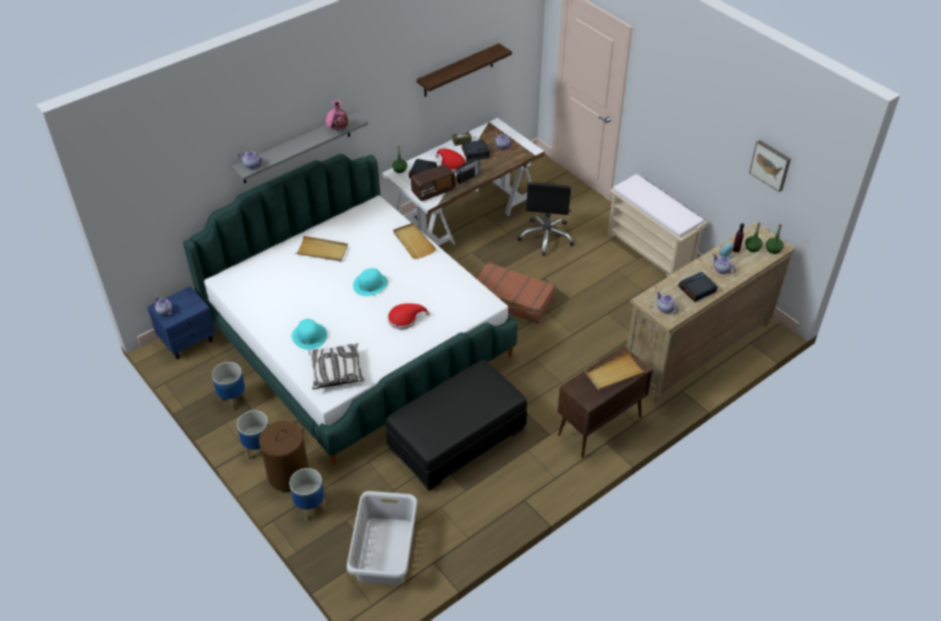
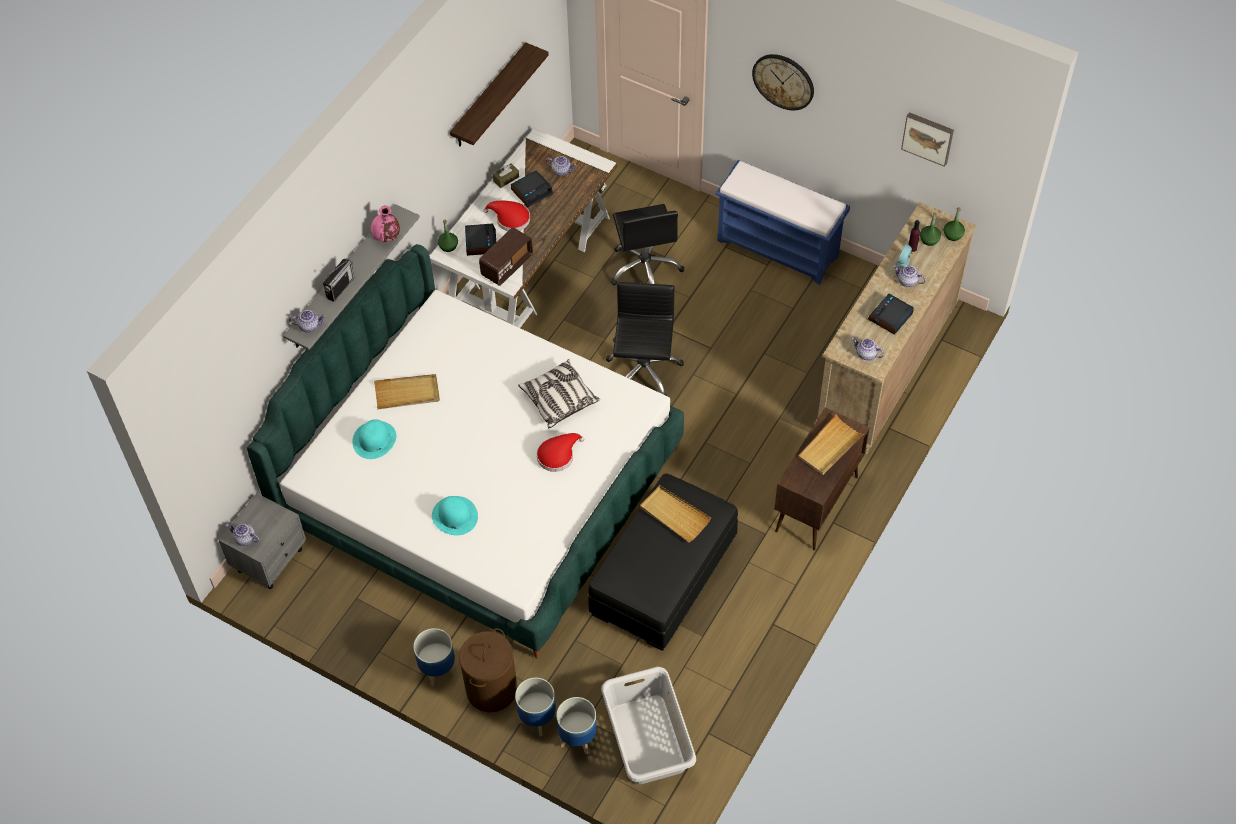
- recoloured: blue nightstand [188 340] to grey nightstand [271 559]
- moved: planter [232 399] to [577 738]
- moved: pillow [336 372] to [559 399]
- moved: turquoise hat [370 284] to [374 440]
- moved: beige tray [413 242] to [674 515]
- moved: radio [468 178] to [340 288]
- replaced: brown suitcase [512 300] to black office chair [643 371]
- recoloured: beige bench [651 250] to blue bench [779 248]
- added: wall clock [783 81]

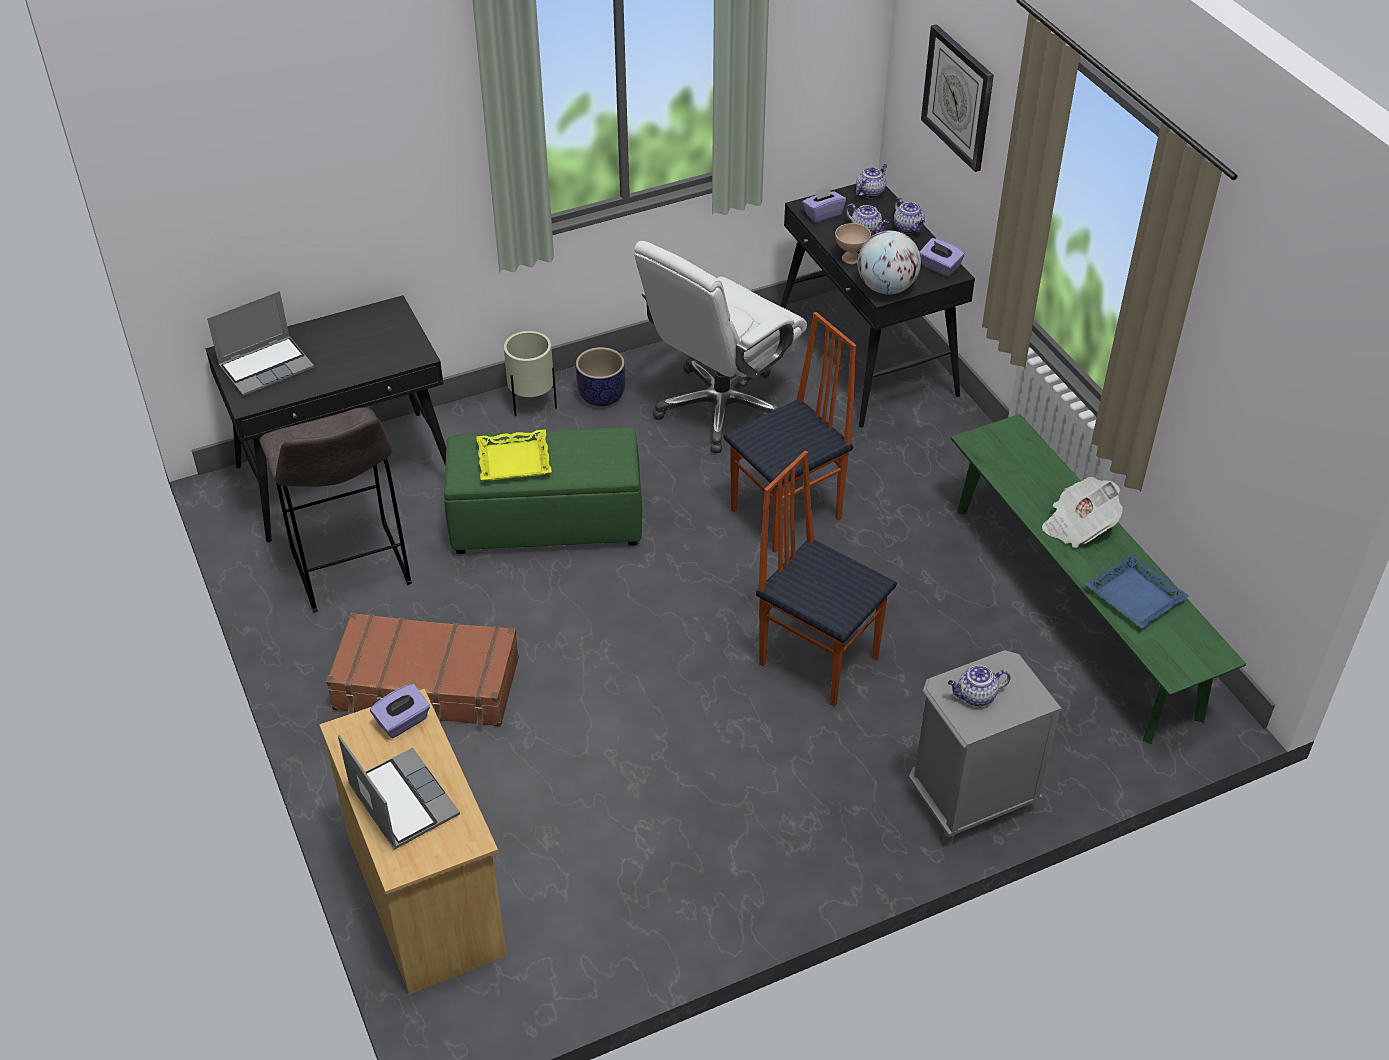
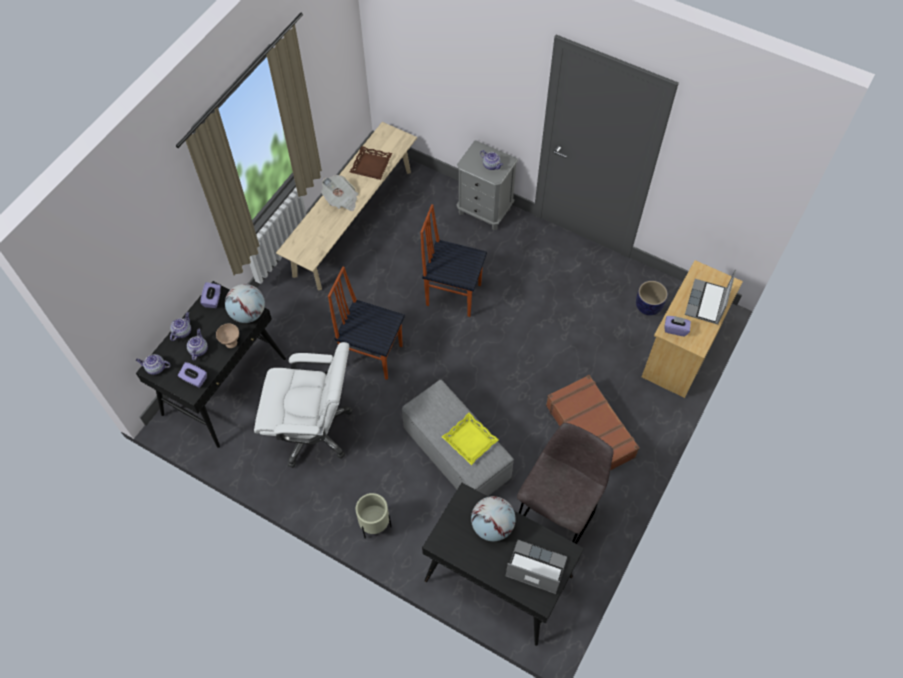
- recoloured: green ottoman [548 522] to grey ottoman [456 453]
- moved: planter [602 396] to [648 306]
- turned: chair [818 659] = [453 294] 105 degrees clockwise
- removed: wall clock [958 97]
- recoloured: green bench [1073 609] to beige bench [353 222]
- recoloured: blue tray [1135 596] to brown tray [371 165]
- added: globe [492 526]

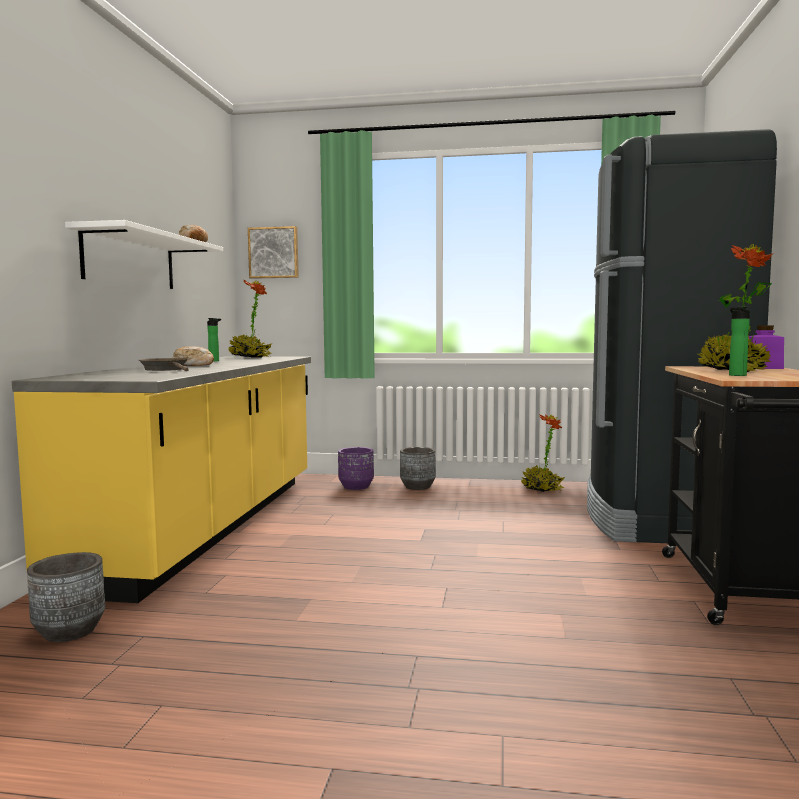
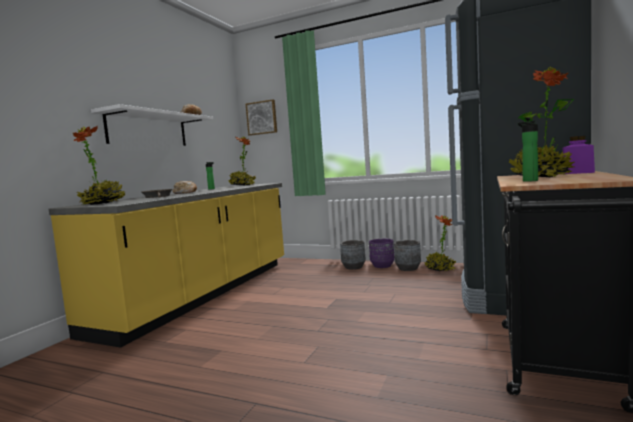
- moved: grey planter [70 631] to [408 268]
- moved: purple planter [356 486] to [382 265]
- added: potted plant [103 203]

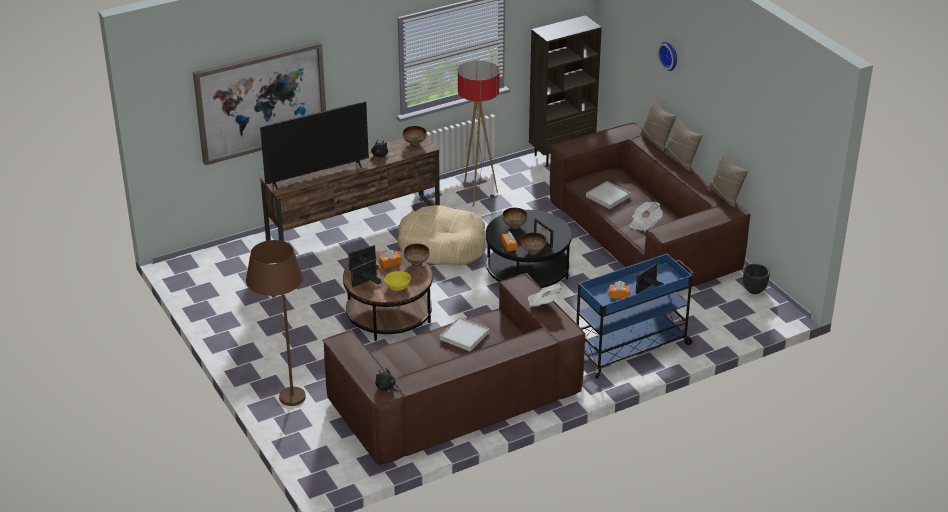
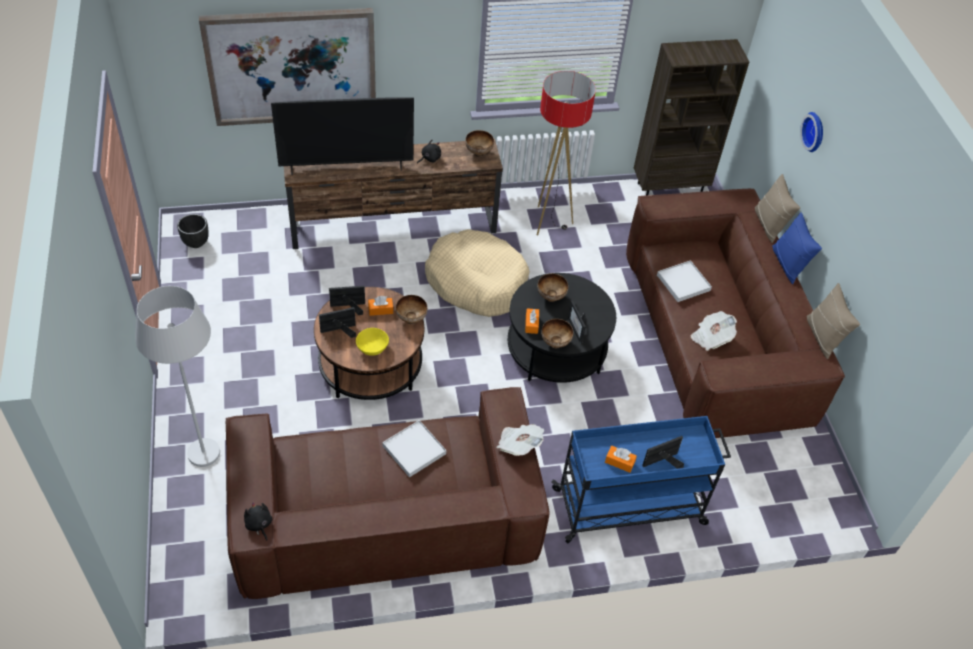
- recoloured: brown floor lamp [284 390] to white floor lamp [200 439]
- recoloured: beige pillow [681 161] to blue pillow [788 264]
- moved: black planter [754 290] to [196 243]

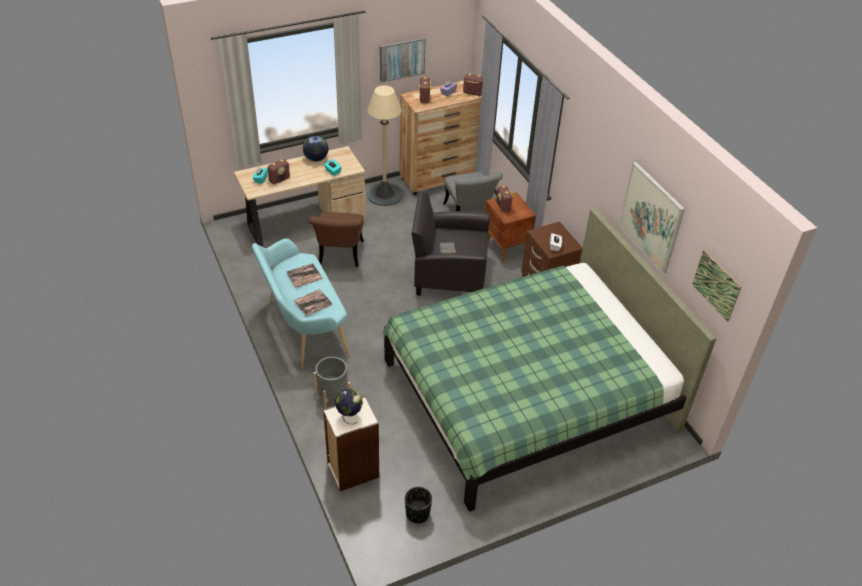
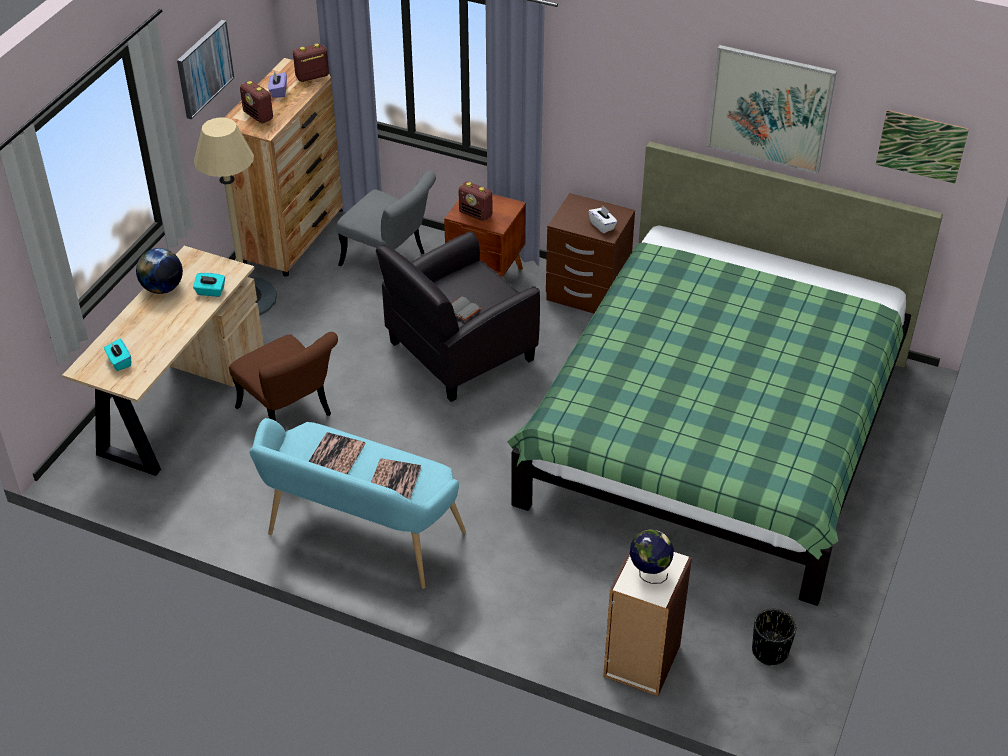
- removed: radio [279 180]
- removed: grey planter [333 396]

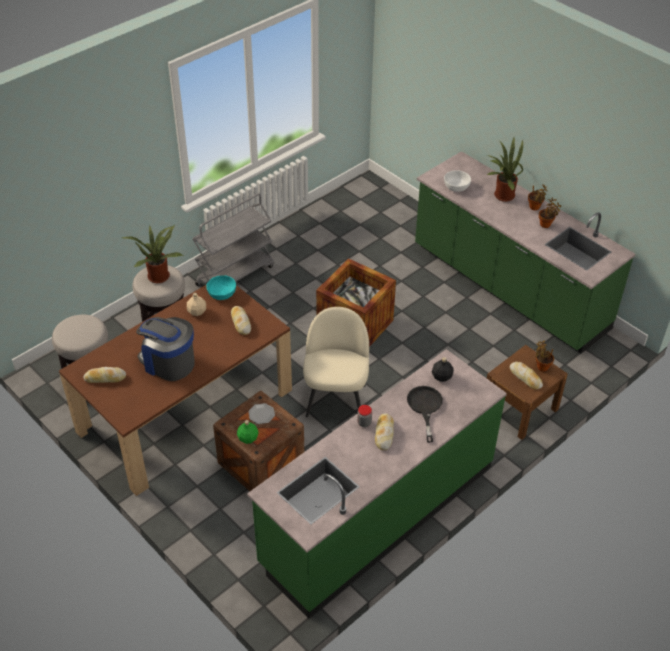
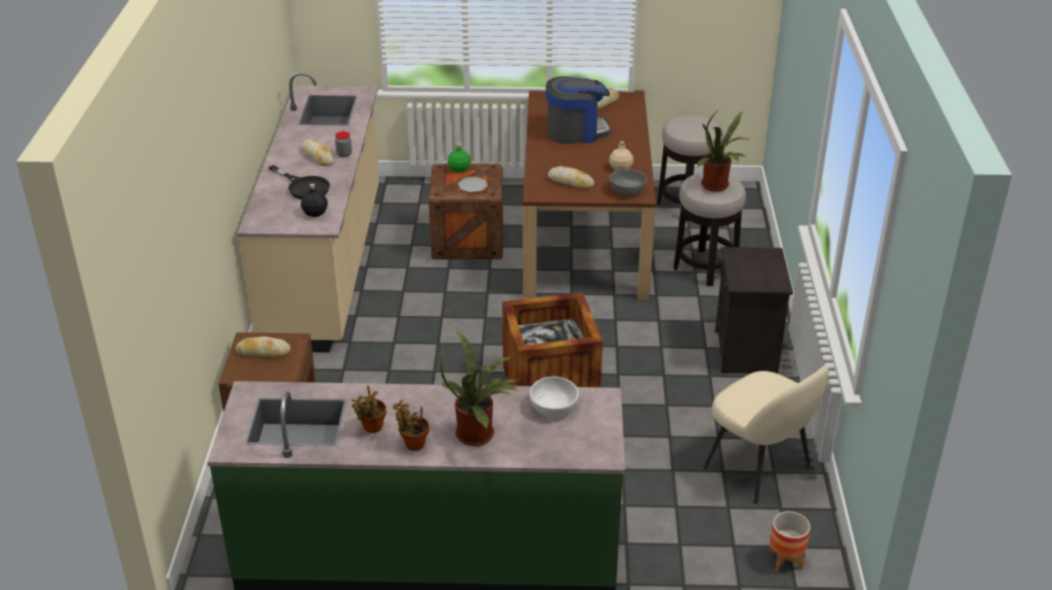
- replaced: grey cart [235 275] to black nightstand [747 352]
- recoloured: turquoise bowl [221 293] to grey bowl [627 190]
- recoloured: green counter [377 514] to beige counter [326 266]
- moved: beige chair [336 399] to [759 468]
- removed: potted plant [541 366]
- added: planter [785 560]

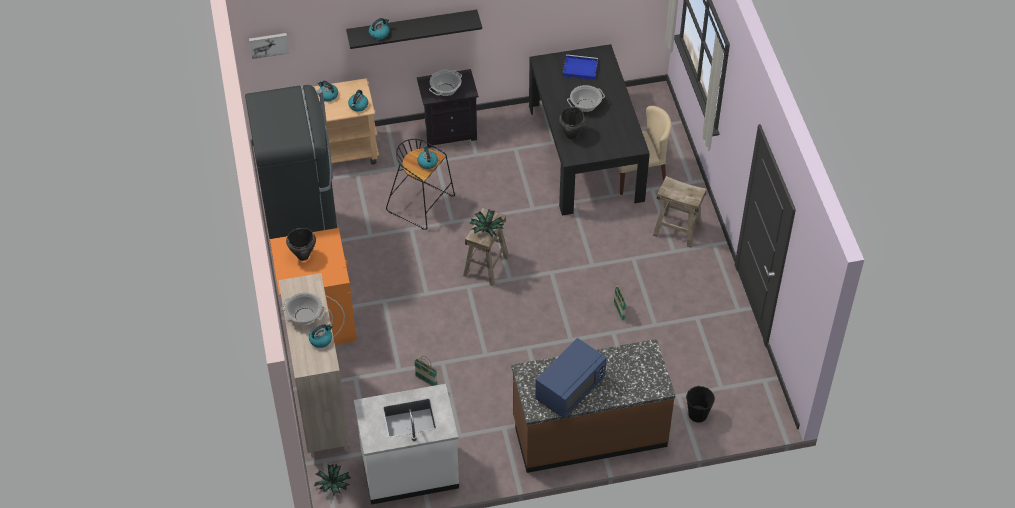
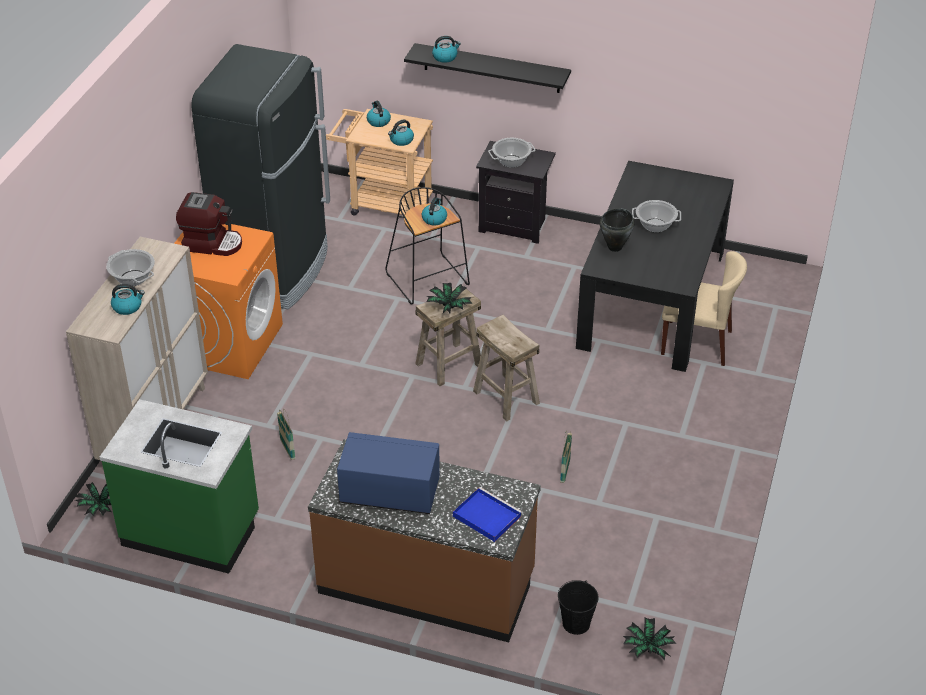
- removed: picture [269 44]
- replaced: black cooking pot [303 256] to coffee machine [212 243]
- recoloured: white counter [409 470] to green counter [192 530]
- turned: blue microwave [570 389] = [389 493] 150 degrees counterclockwise
- moved: blue tray [579 68] to [485 516]
- moved: beige stool [677 230] to [506 397]
- added: potted plant [647 648]

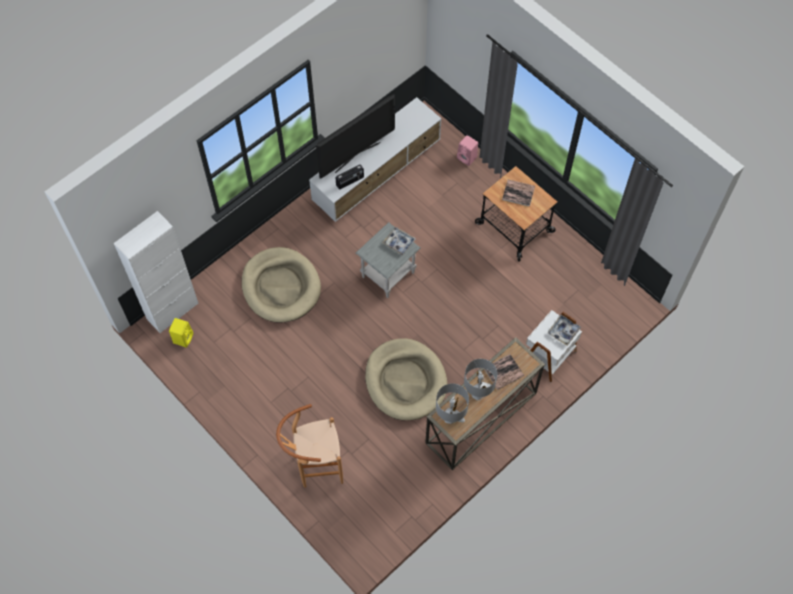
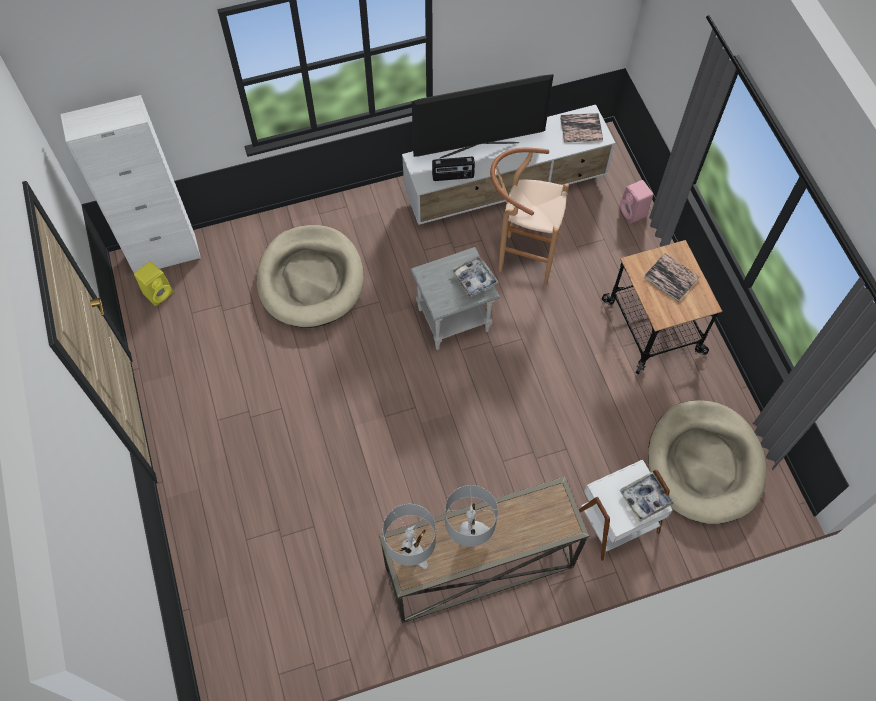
- moved: brown stool [315 468] to [521 256]
- moved: beige dog bed [405 381] to [704 463]
- moved: book [503 372] to [581 128]

